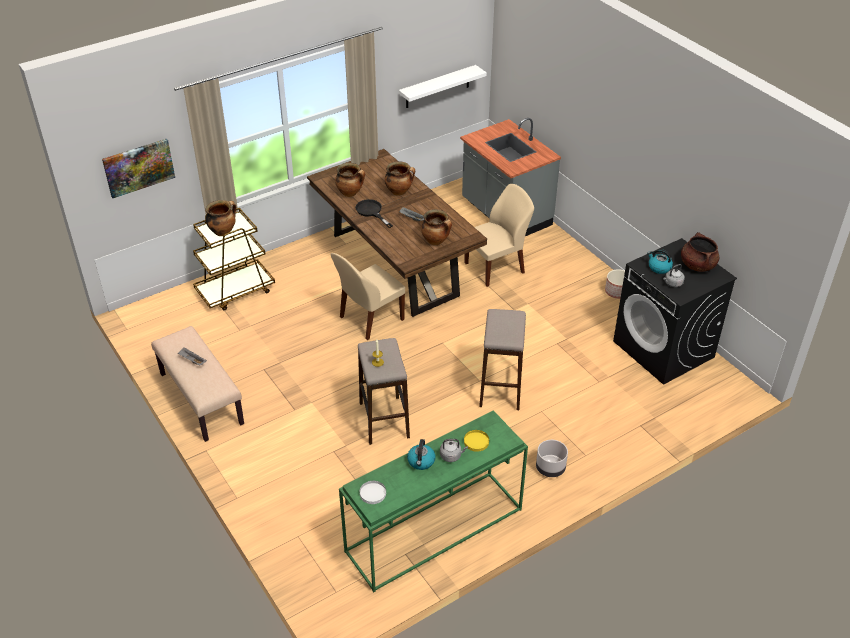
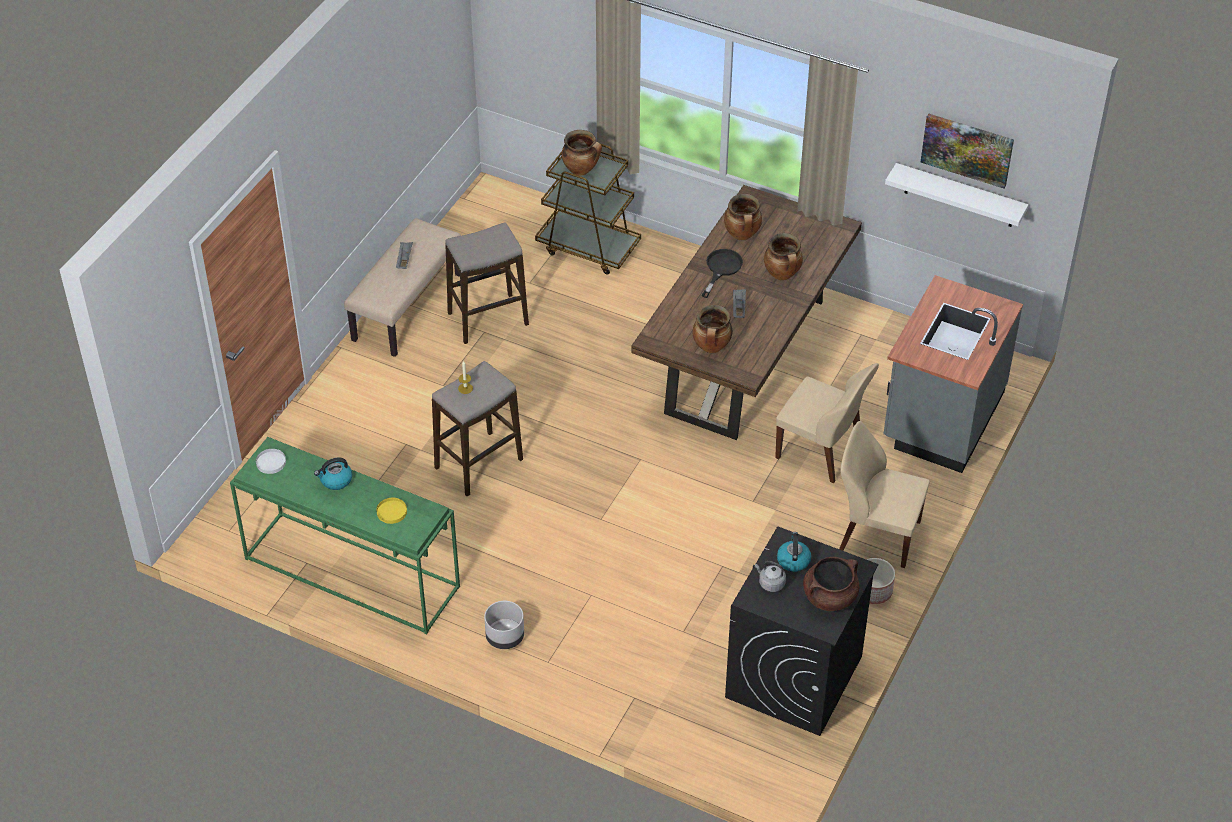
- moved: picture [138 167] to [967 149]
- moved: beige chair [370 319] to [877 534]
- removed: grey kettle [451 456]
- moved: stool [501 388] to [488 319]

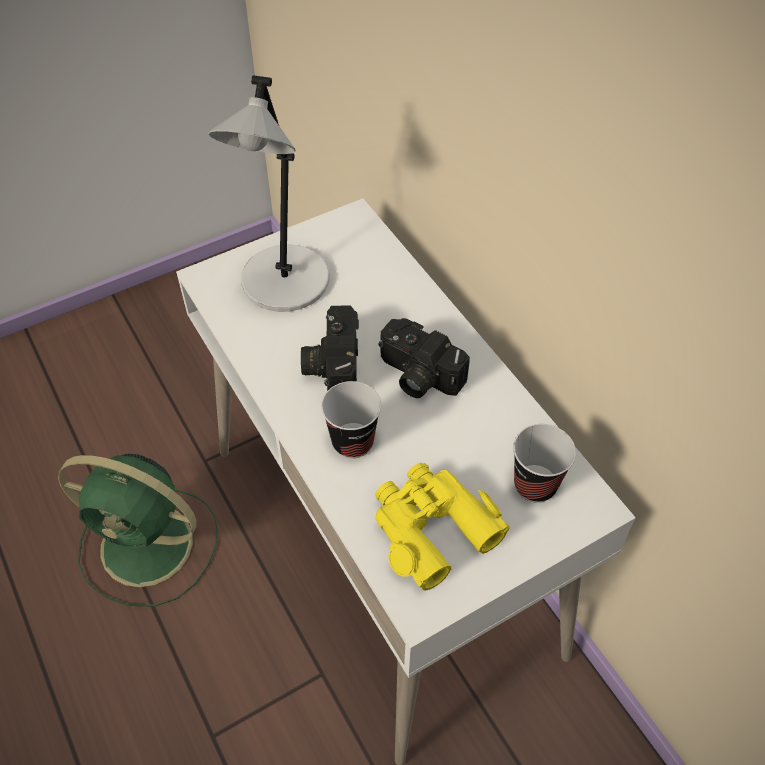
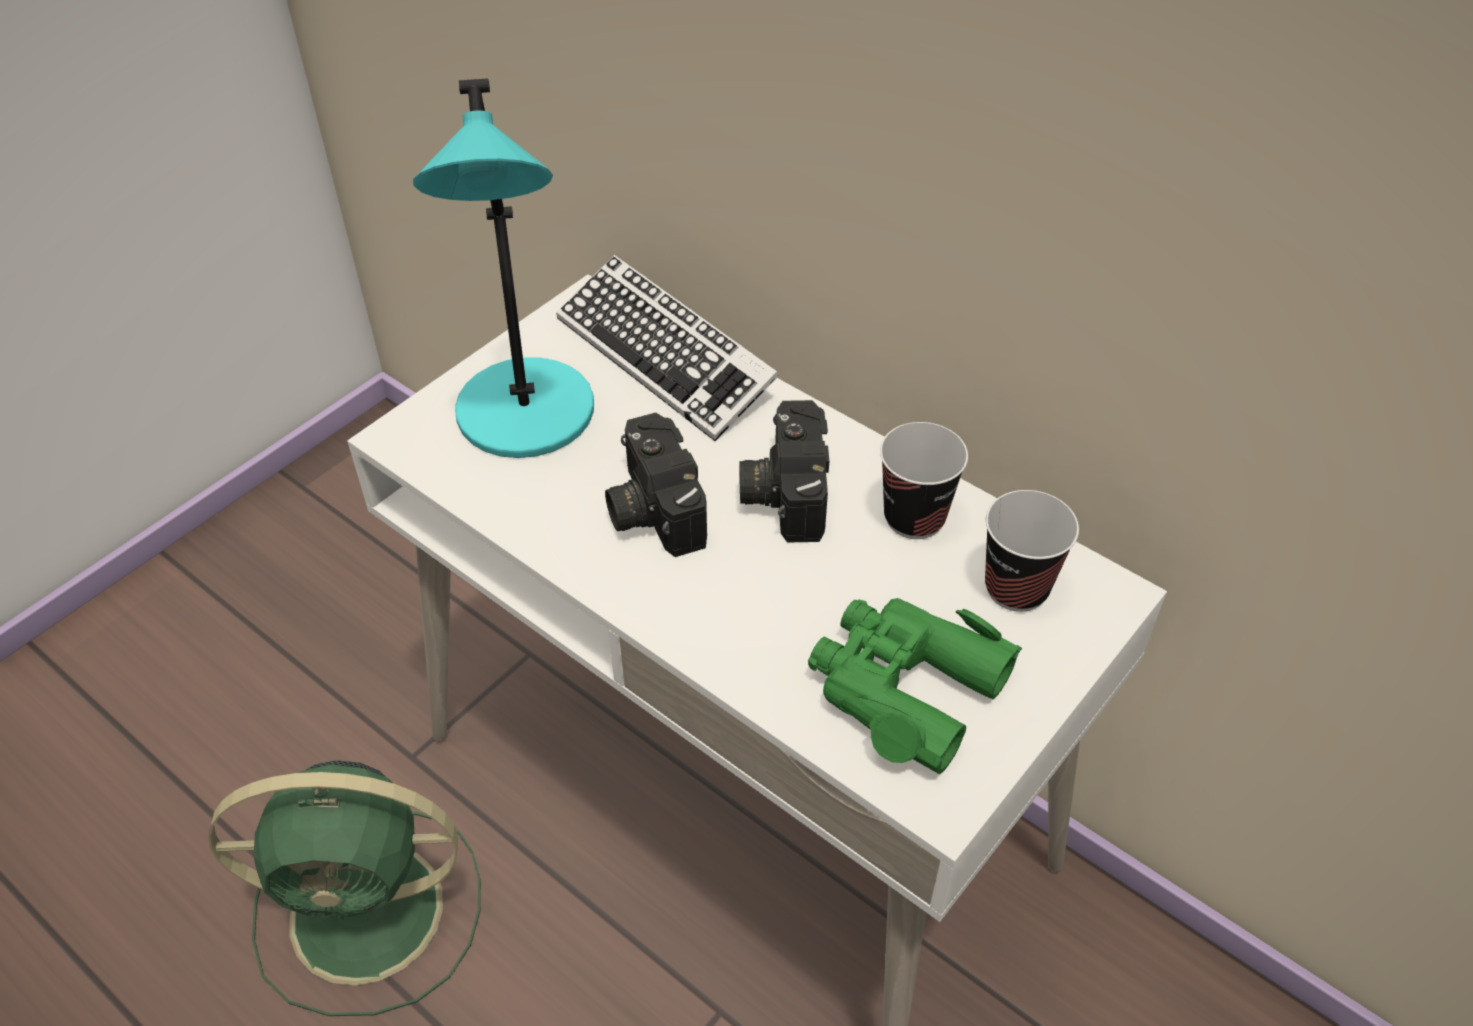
- recoloured: grey table lamp [284 284] to turquoise table lamp [526 416]
- moved: cup [352 442] to [914 518]
- recoloured: yellow binoculars [431 528] to green binoculars [903 688]
- turned: photo camera [417 376] = [782 490] 75 degrees clockwise
- added: keyboard [665 357]

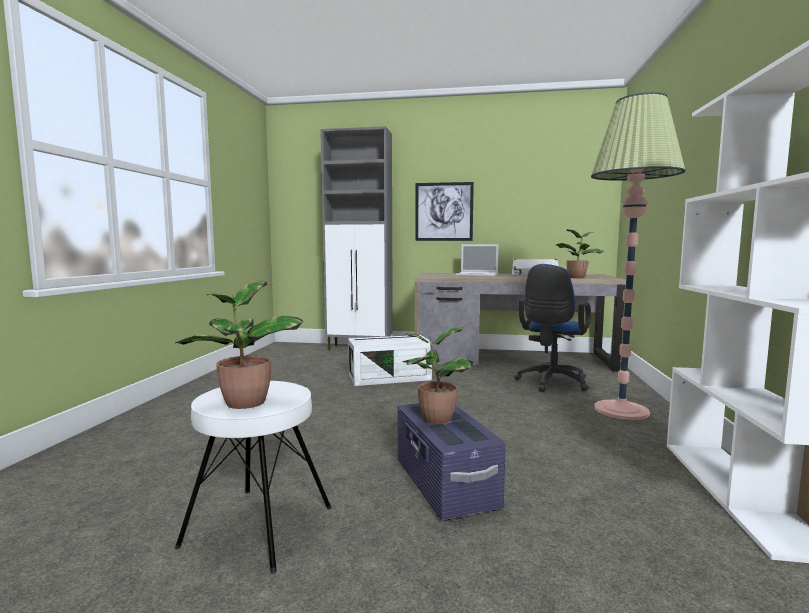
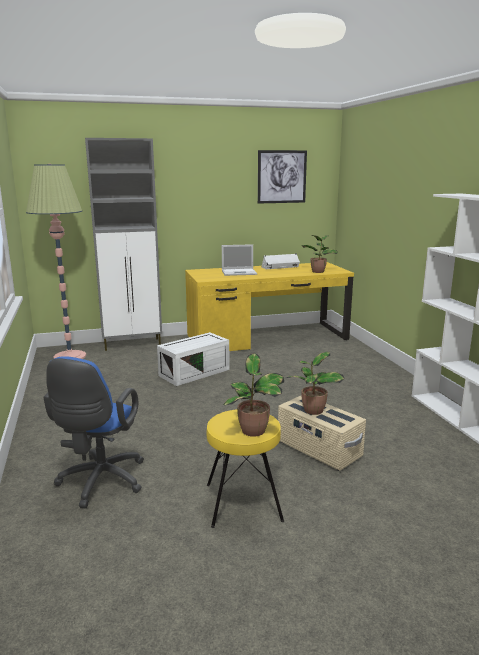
- recoloured: white stool [259 526] to yellow stool [244 502]
- recoloured: purple storage box [445 485] to beige storage box [319 449]
- moved: picture [444 211] to [282 177]
- recoloured: brown desk [511 358] to yellow desk [267 338]
- moved: blue office chair [551 383] to [100 483]
- moved: floor lamp [621 410] to [70 356]

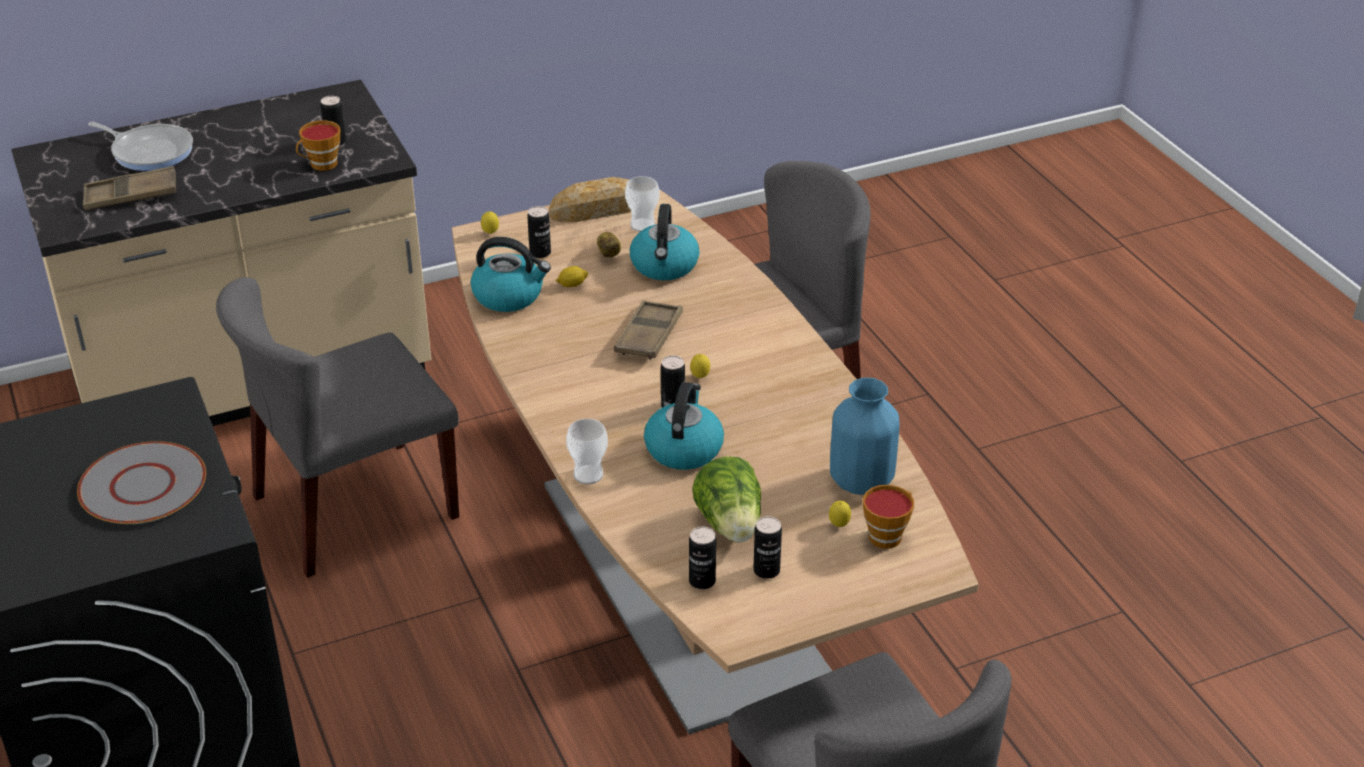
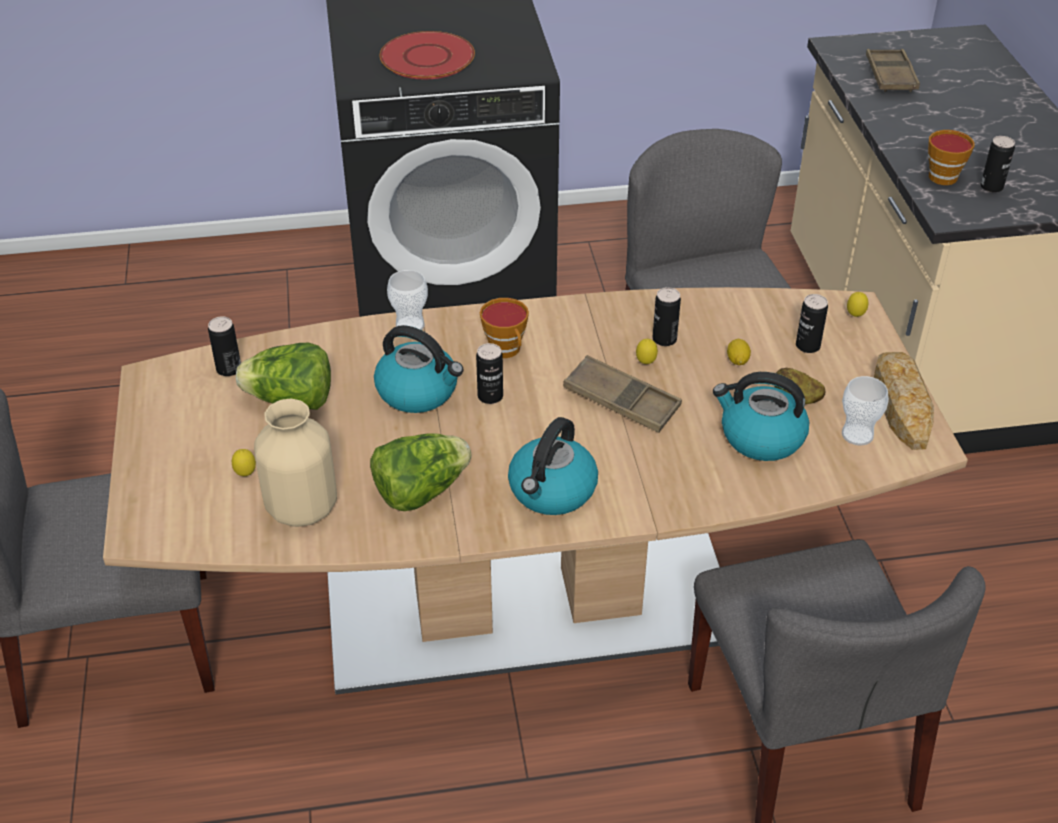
- recoloured: grey plate [143 486] to red plate [427 58]
- removed: frying pan [150 151]
- moved: kettle [509 296] to [552 491]
- moved: lemon [700 377] to [645 363]
- moved: can [766 570] to [664 339]
- recoloured: blue vase [860 482] to beige vase [301 508]
- moved: cup [887 535] to [507 350]
- added: lettuce [421 491]

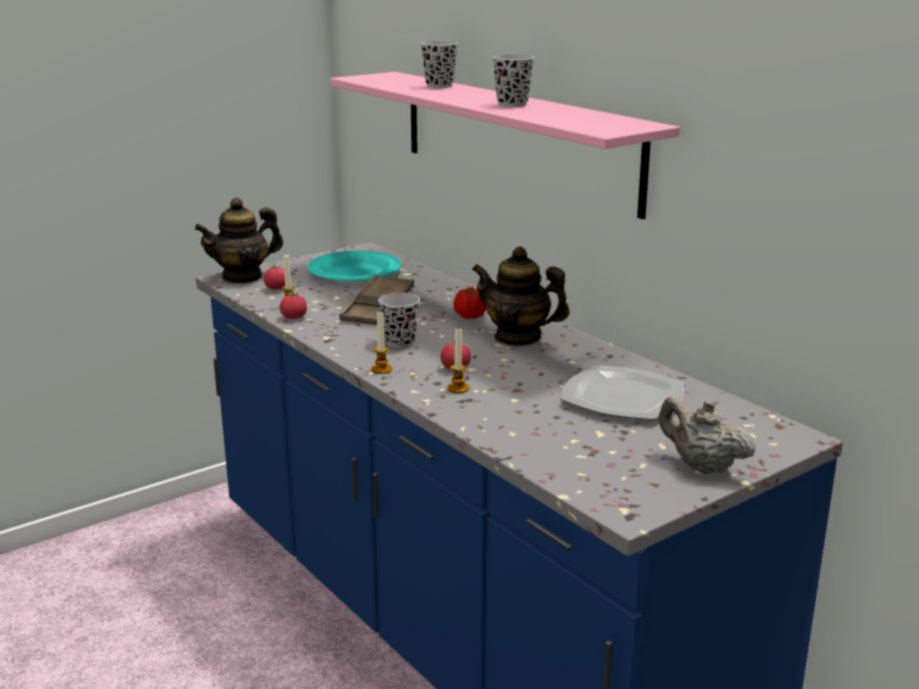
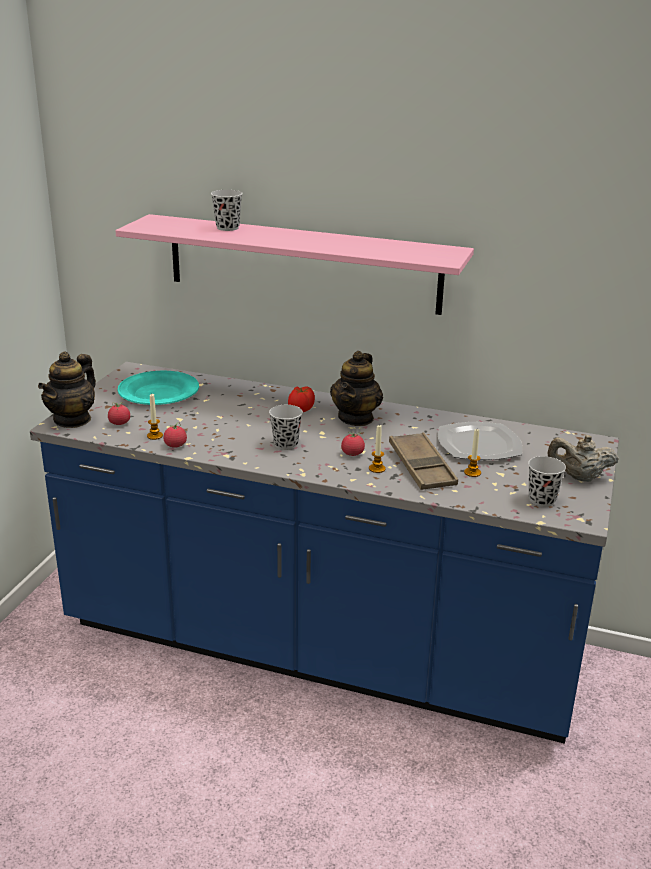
- moved: brown tray [378 307] to [421 467]
- moved: candle [381 369] to [472 473]
- turned: teapot [518 337] = [356 418] 60 degrees counterclockwise
- moved: black cup [512 104] to [542 500]

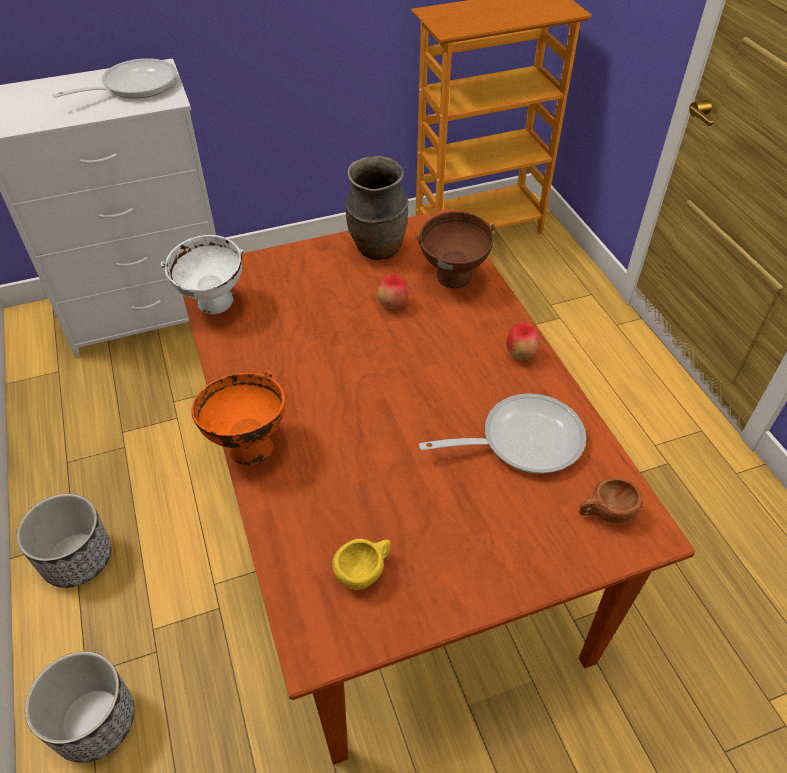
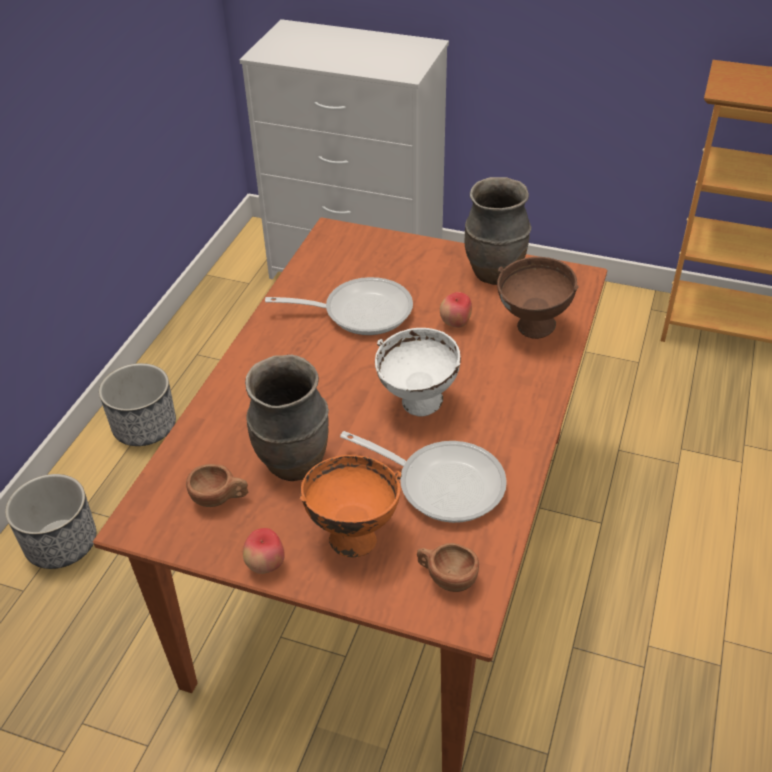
- moved: frying pan [133 86] to [360 311]
- moved: white bowl [215 306] to [418 406]
- moved: orange bowl [247 448] to [352 537]
- recoloured: yellow cup [365 571] to brown cup [220 498]
- moved: apple [520 355] to [266 565]
- added: brown vase [293 464]

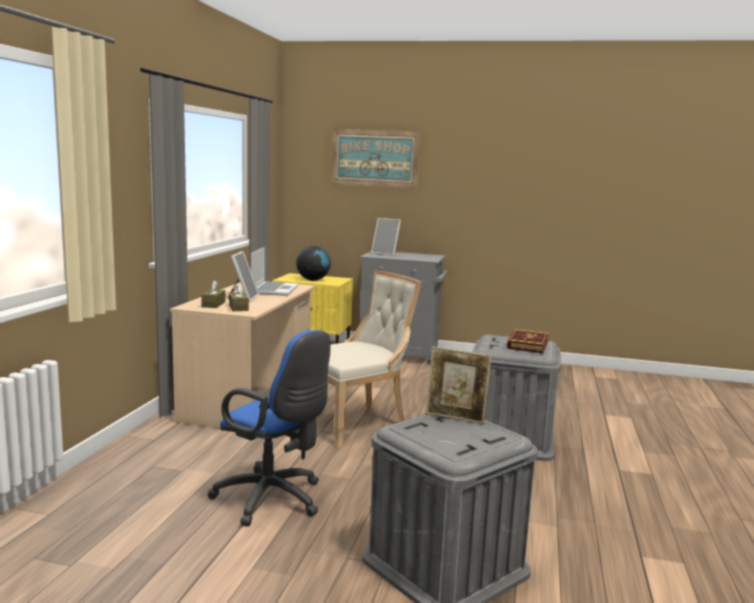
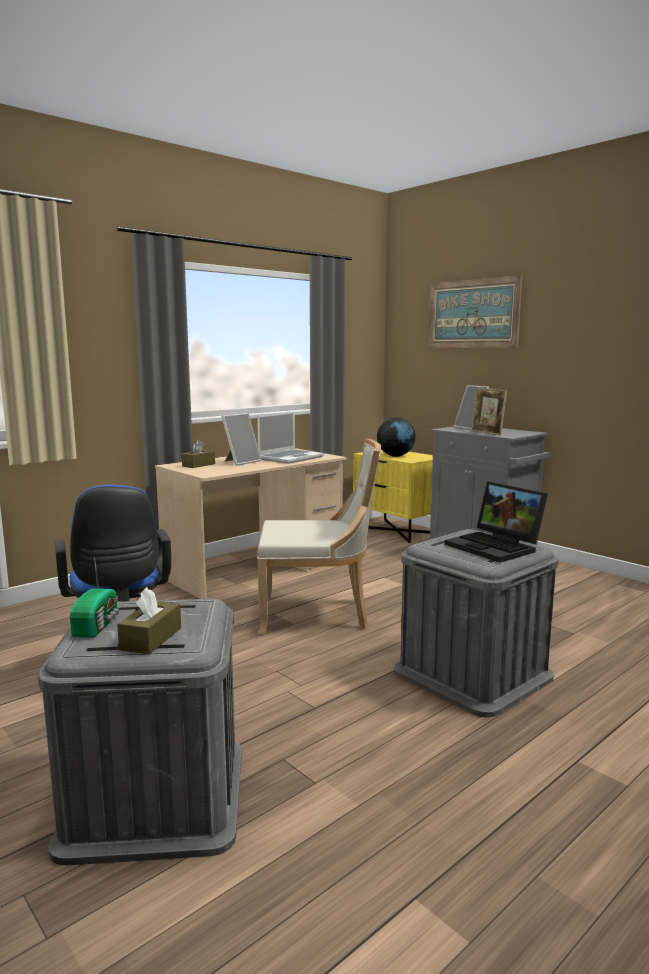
- moved: brown tissue box [238 307] to [151 639]
- moved: picture frame [455 418] to [487 433]
- replaced: book [528 344] to laptop [496 547]
- added: radio [98 625]

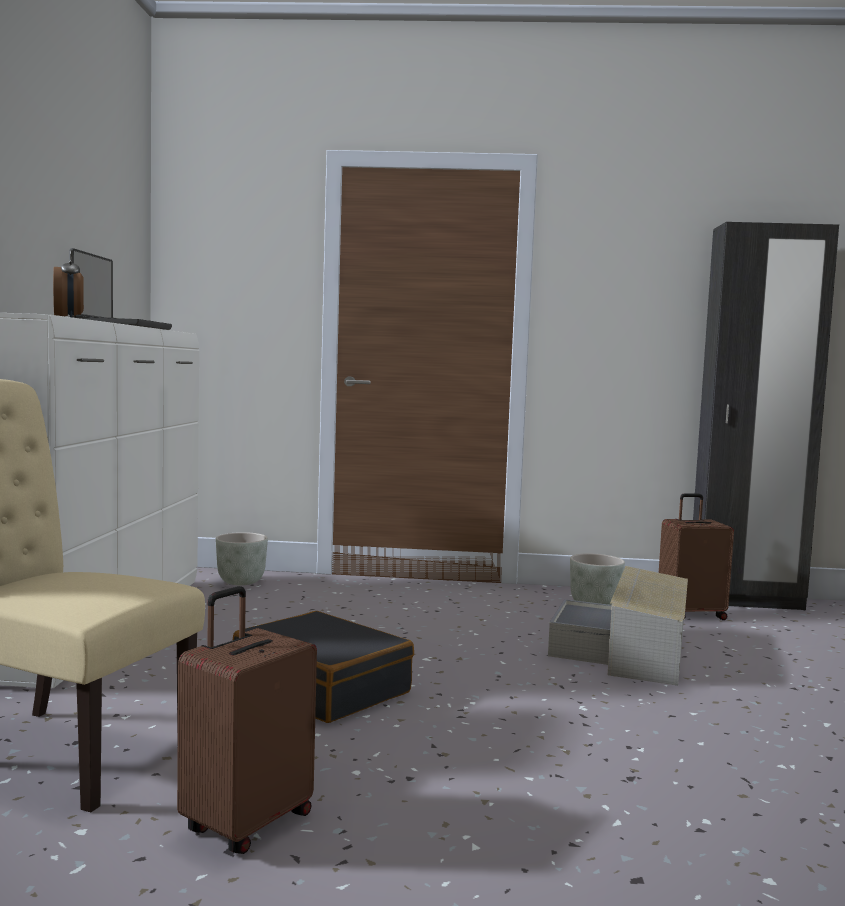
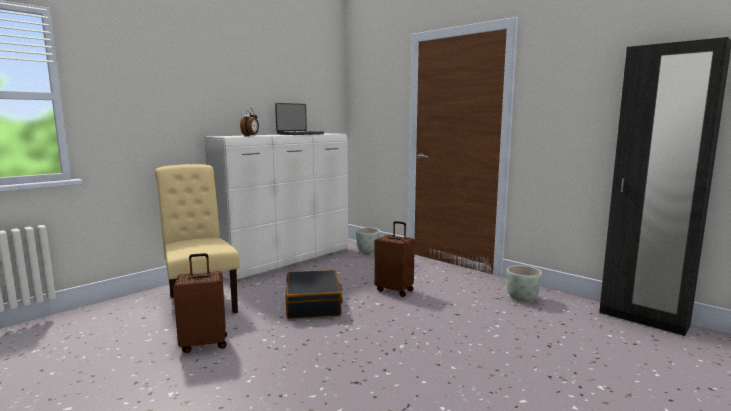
- removed: grey storage box [627 652]
- moved: brown suitcase [691 614] to [395 290]

